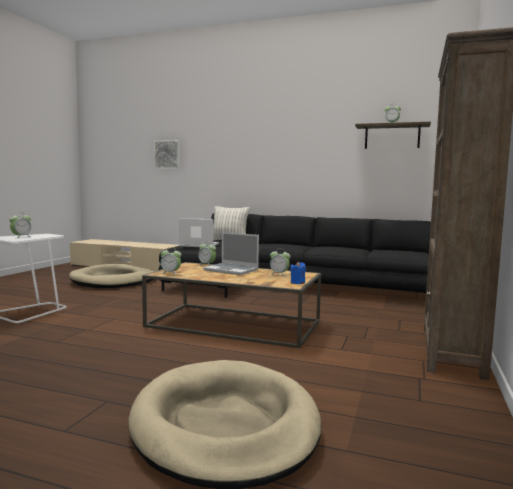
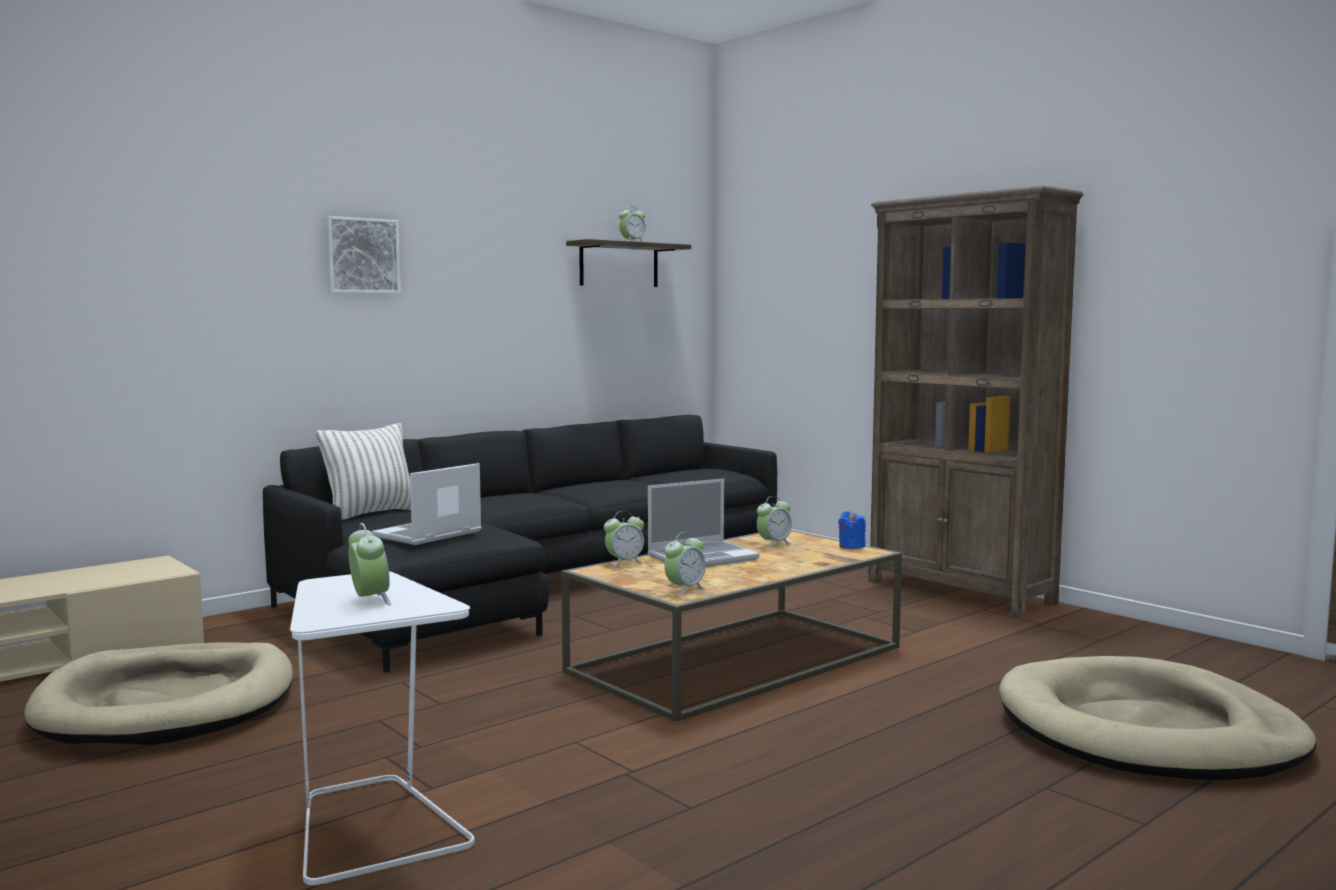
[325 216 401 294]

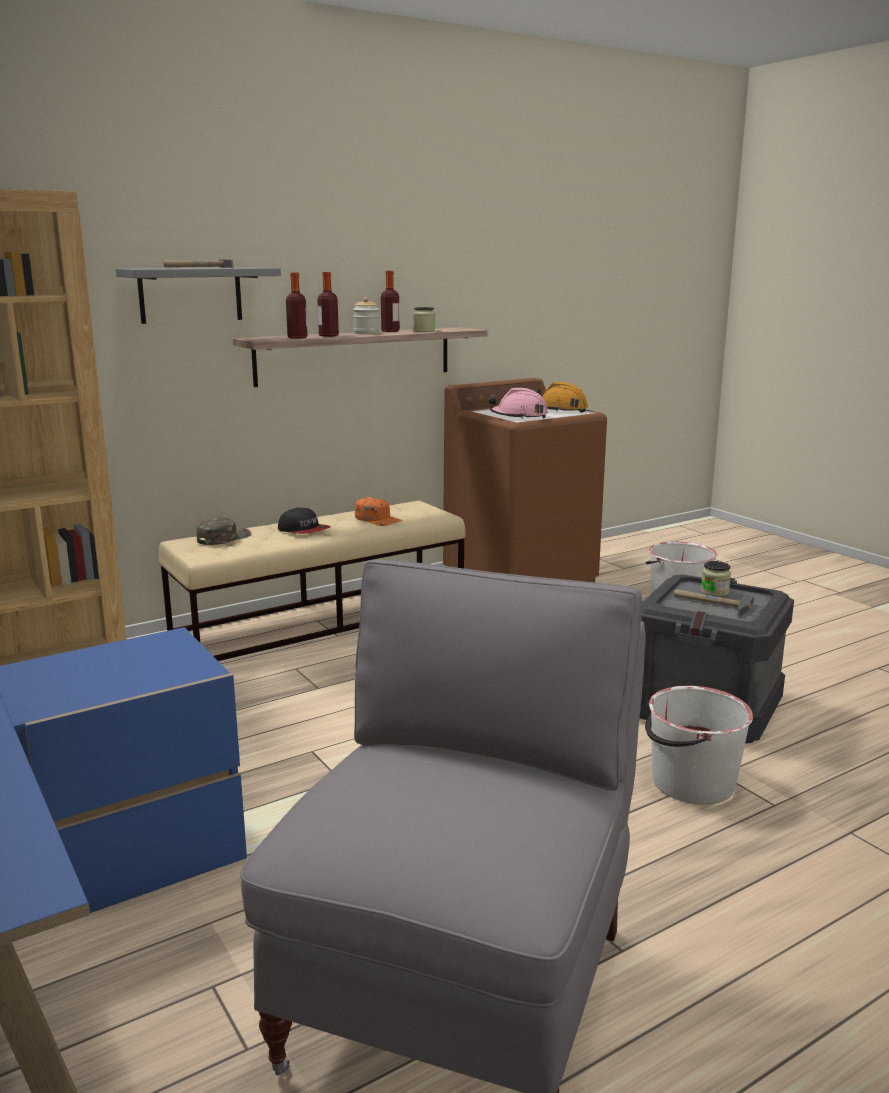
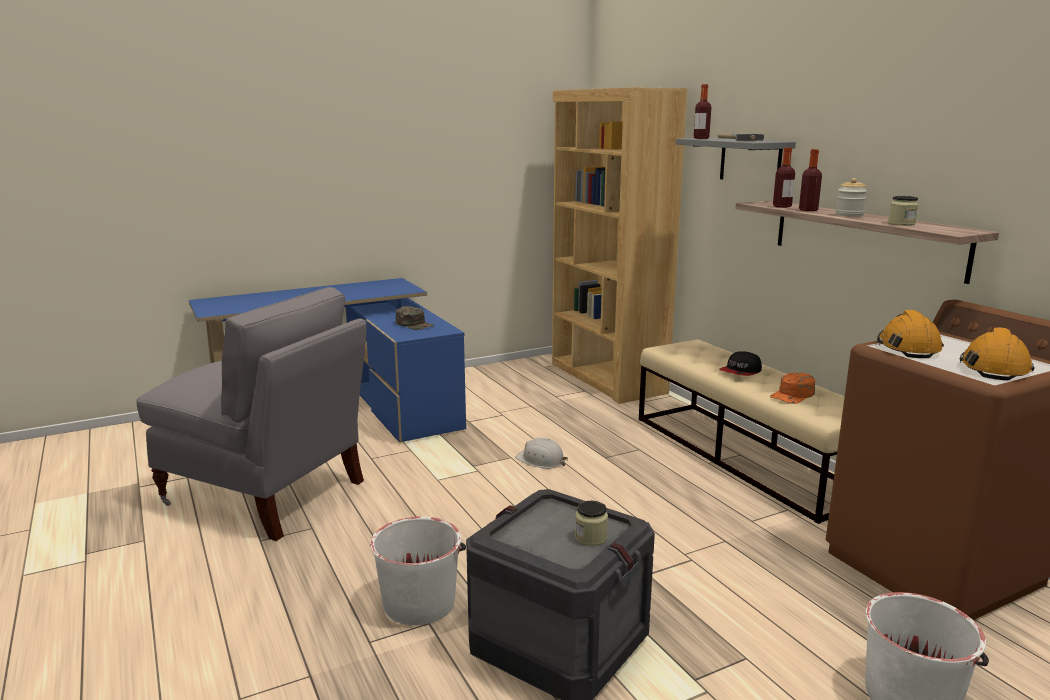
[673 589 754 617] (first image)
[515 438 568 469]
[395 306 435 330]
[694 84 711 139]
[877 310 944 358]

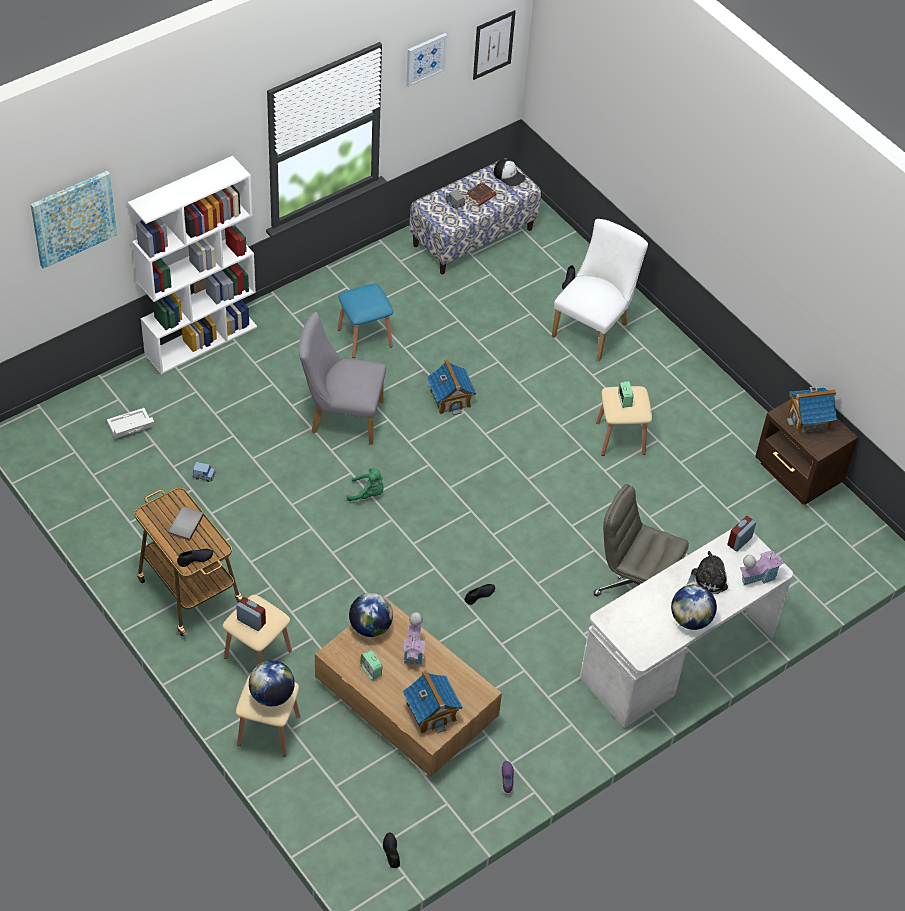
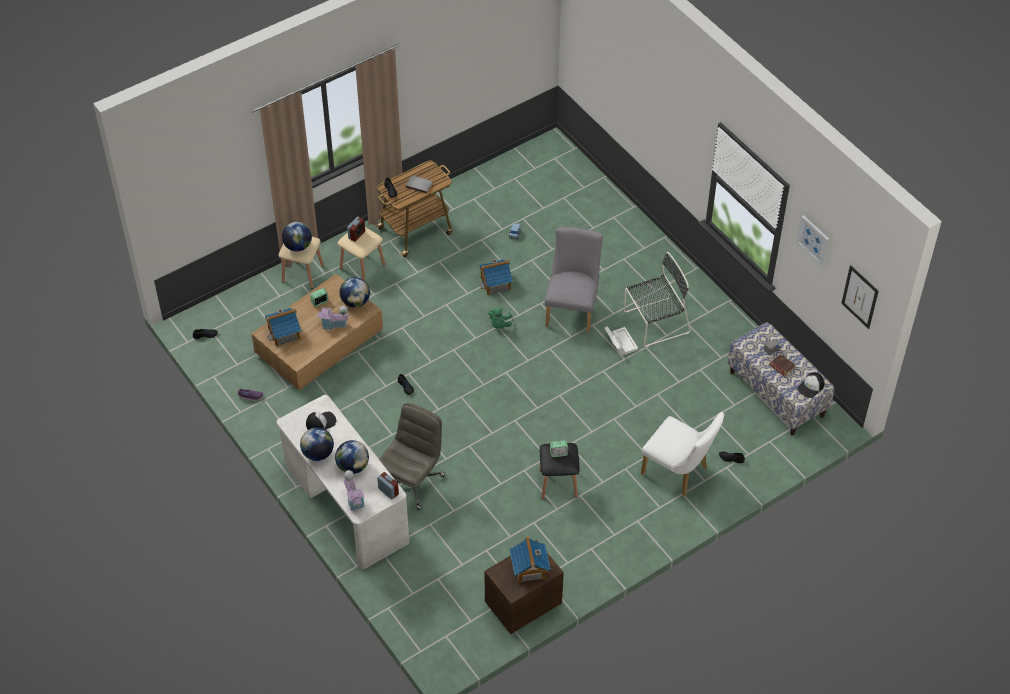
[31 171 117 269] (first image)
[128 156 257 374] (first image)
[306 412 336 430]
[605 326 638 355]
[479 259 513 295]
[624 252 691 347]
[335 440 369 474]
[539 443 579 499]

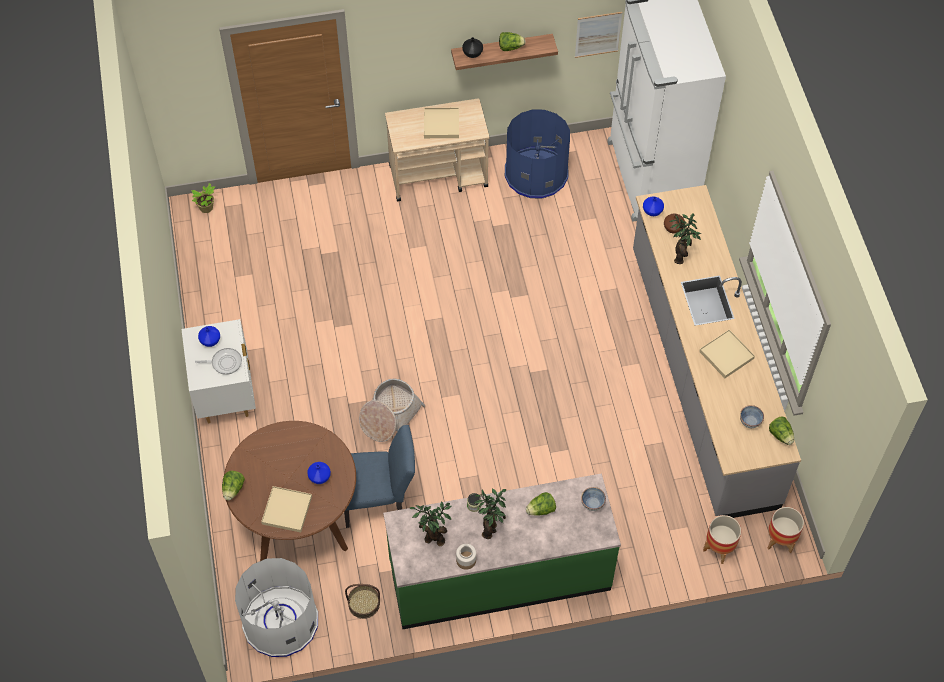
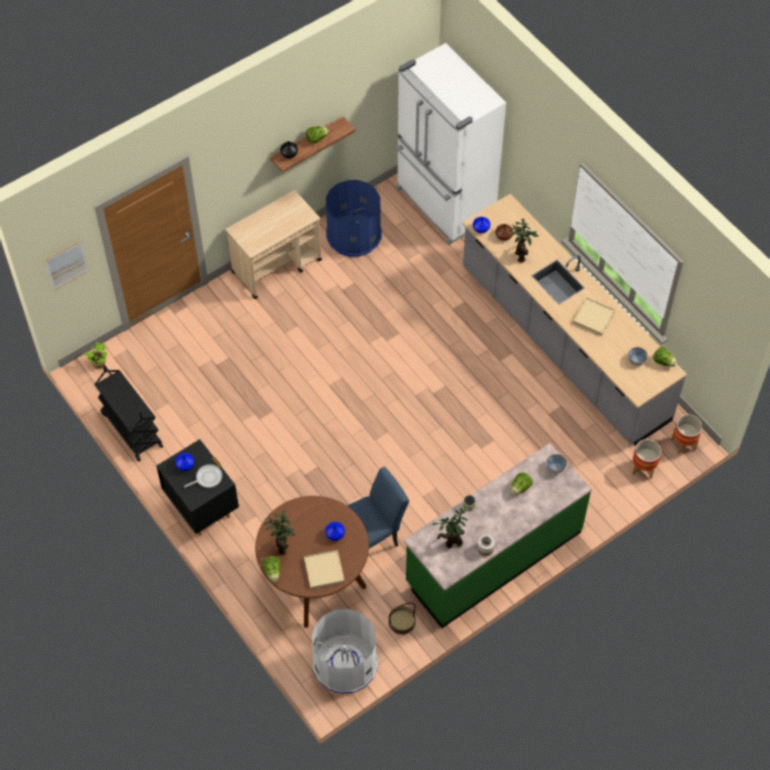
[359 379 425 442] (first image)
[424 108 459 138] (first image)
[94 365 163 461]
[265 510 295 555]
[45 240 89 290]
[156 439 239 536]

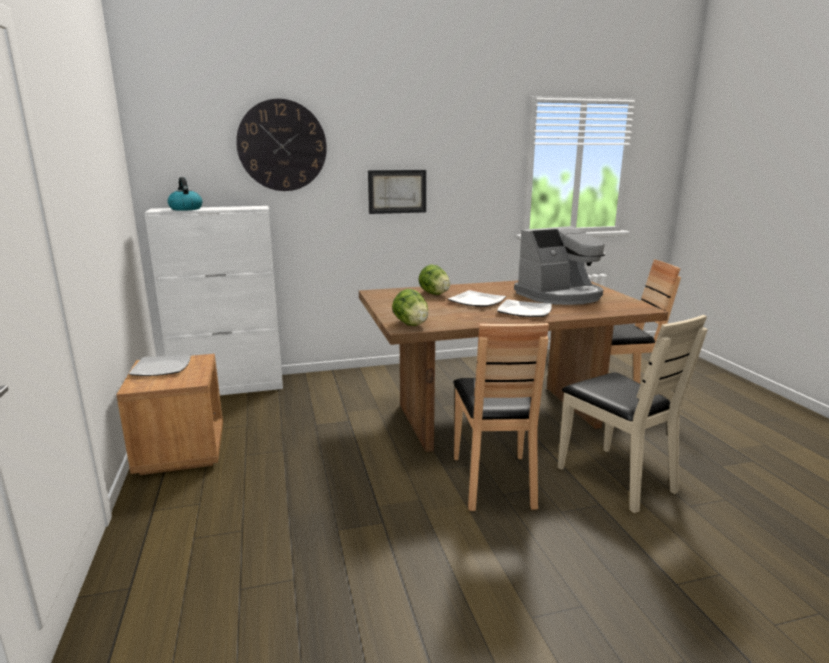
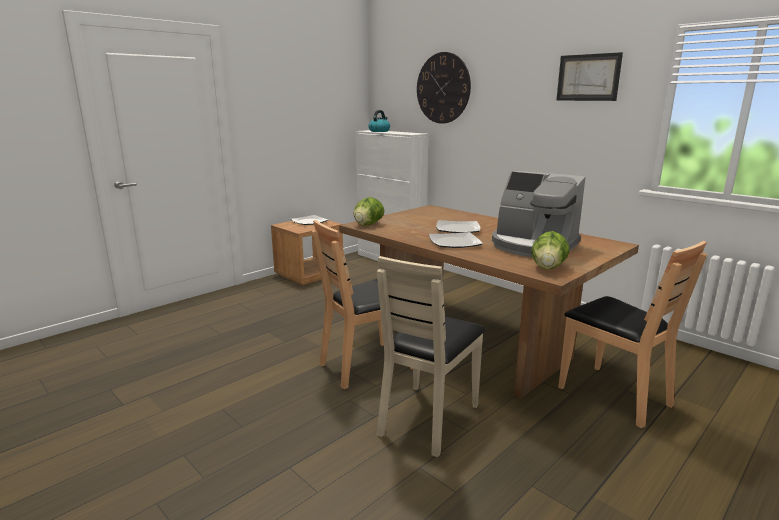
[557 52 623 101]
[531 231 569 270]

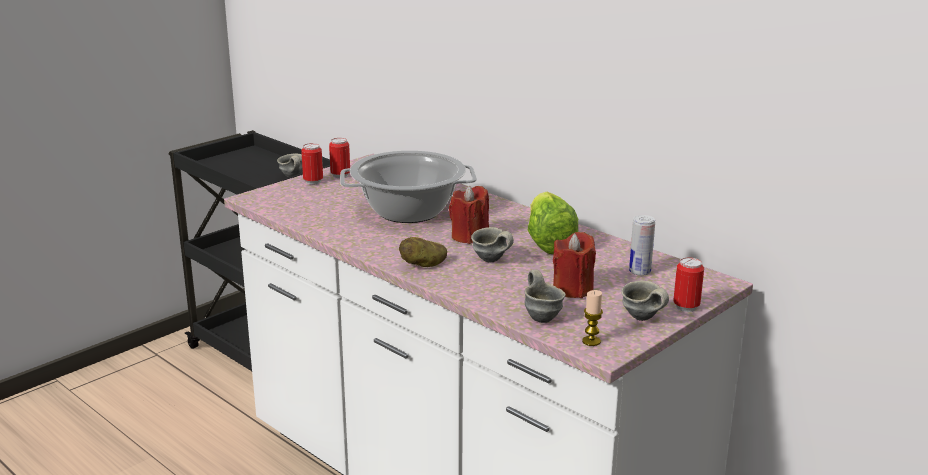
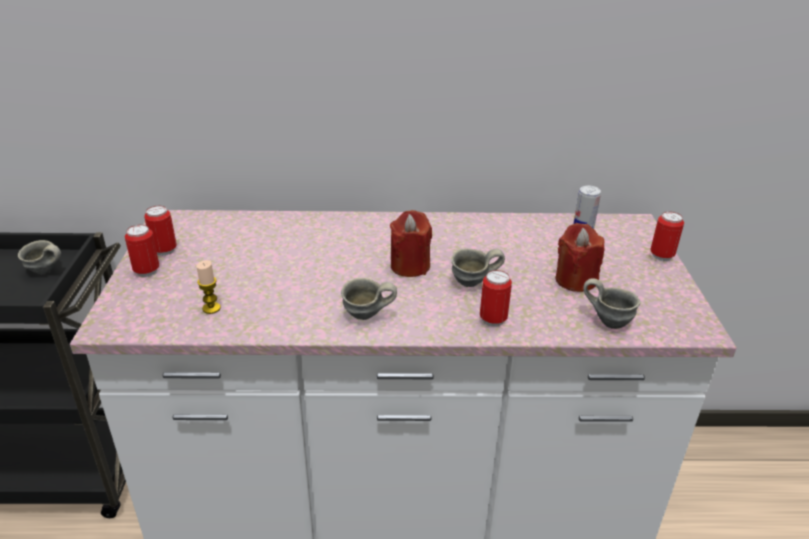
[340 150 477 223] (first image)
[399 237 447 267] (first image)
[528 192 578 254] (first image)
[480 270 512 327]
[197 260 221 314]
[341 278 397 320]

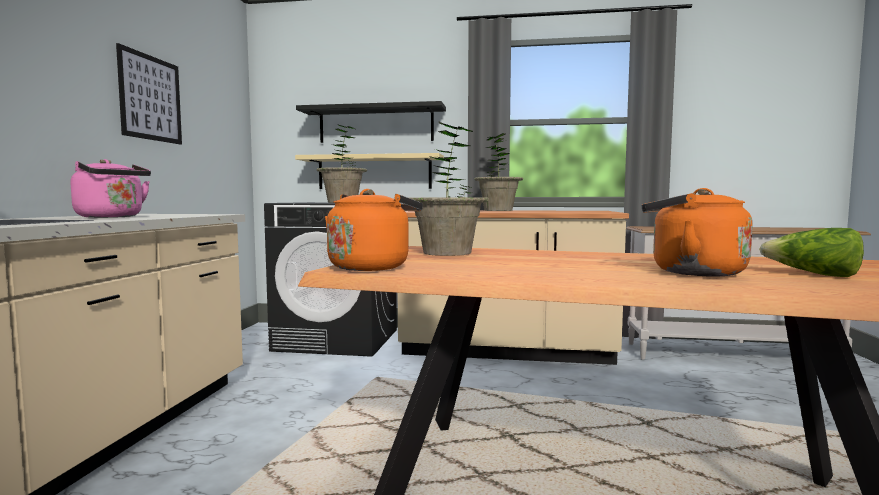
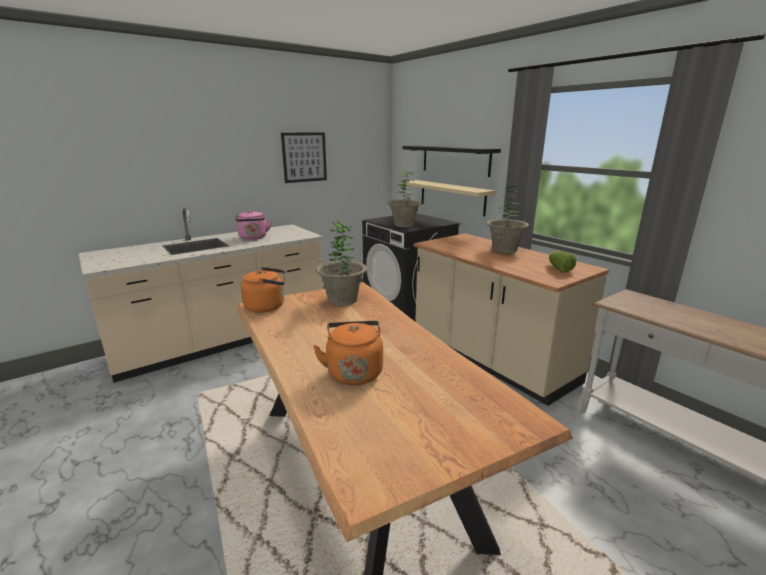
[549 251 576 272]

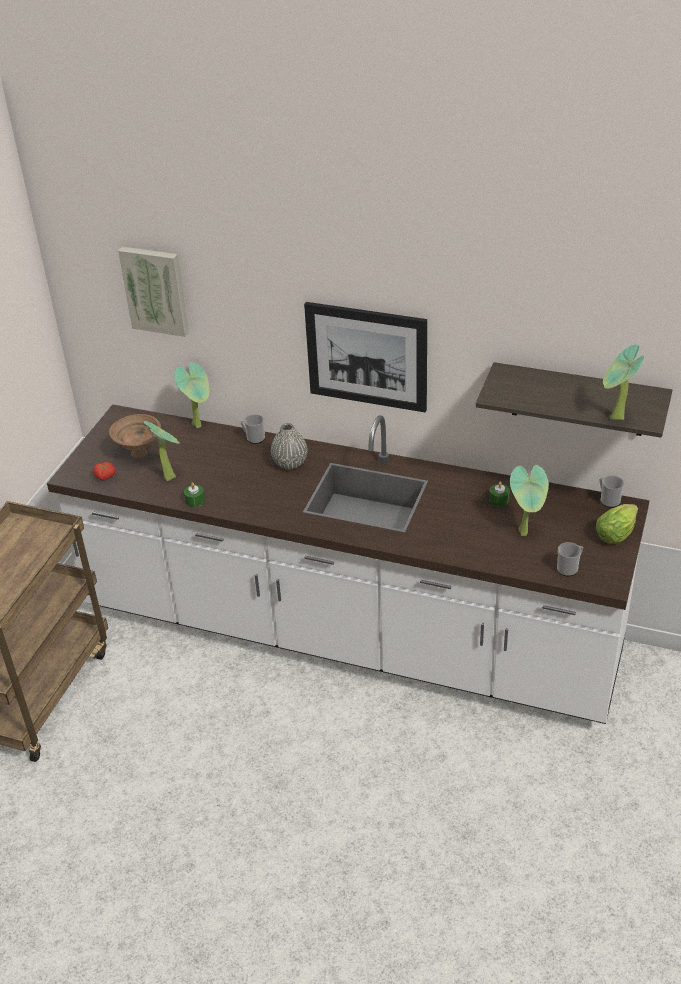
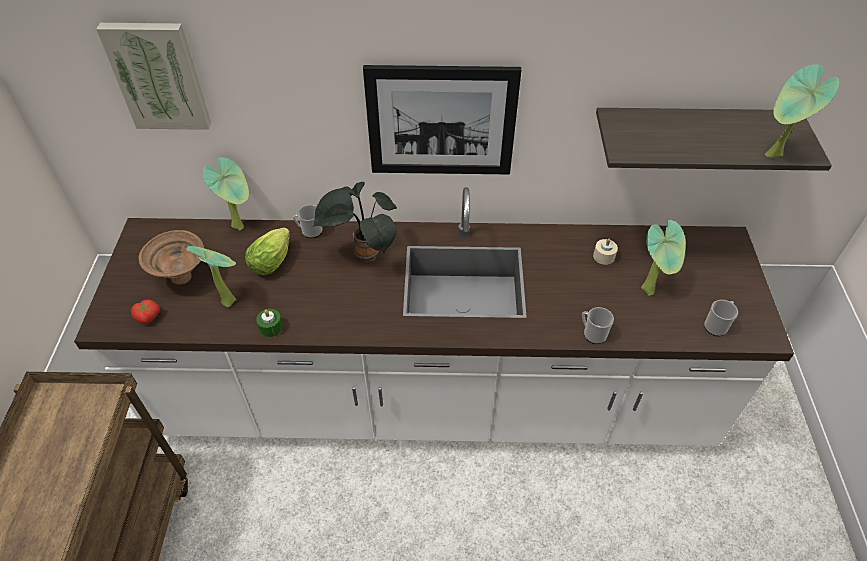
[245 227 290 275]
[582 307 614 344]
[314 182 397 262]
[593 239 618 265]

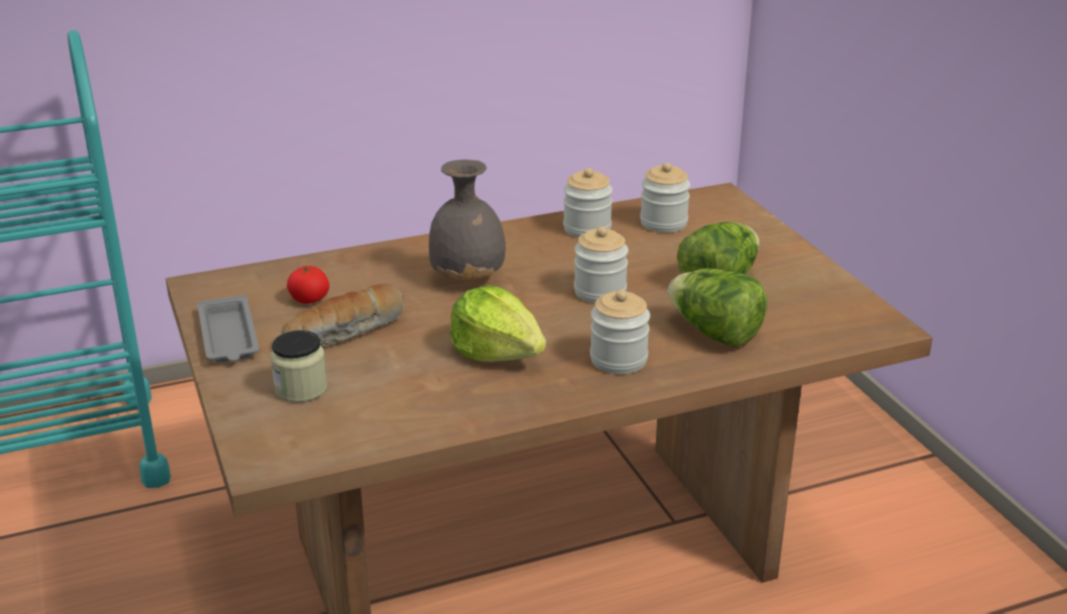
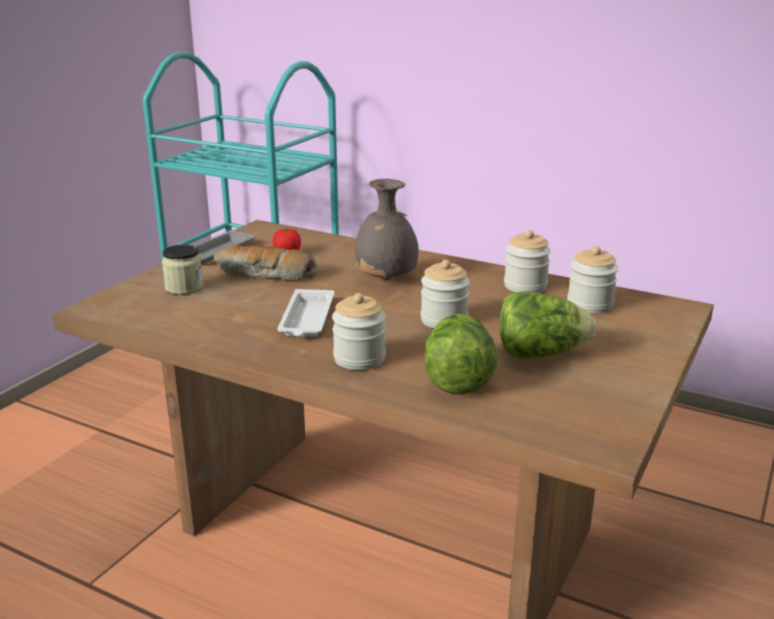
[277 289 334 337]

